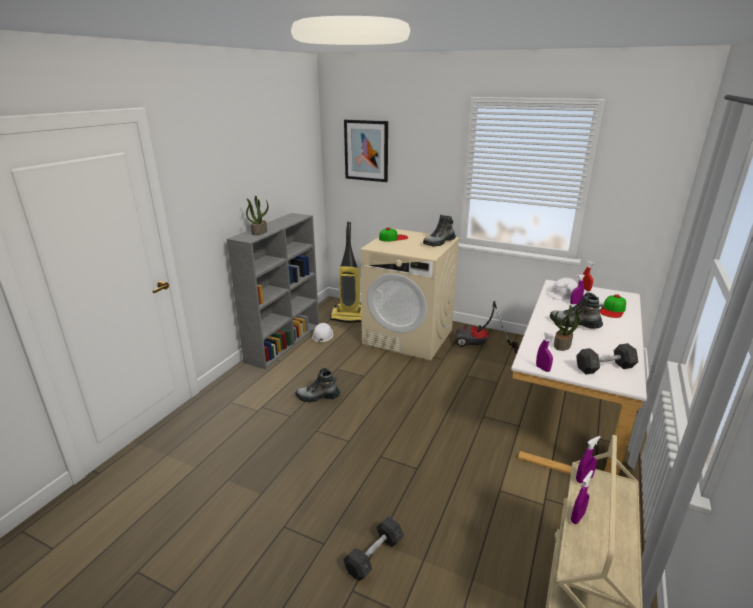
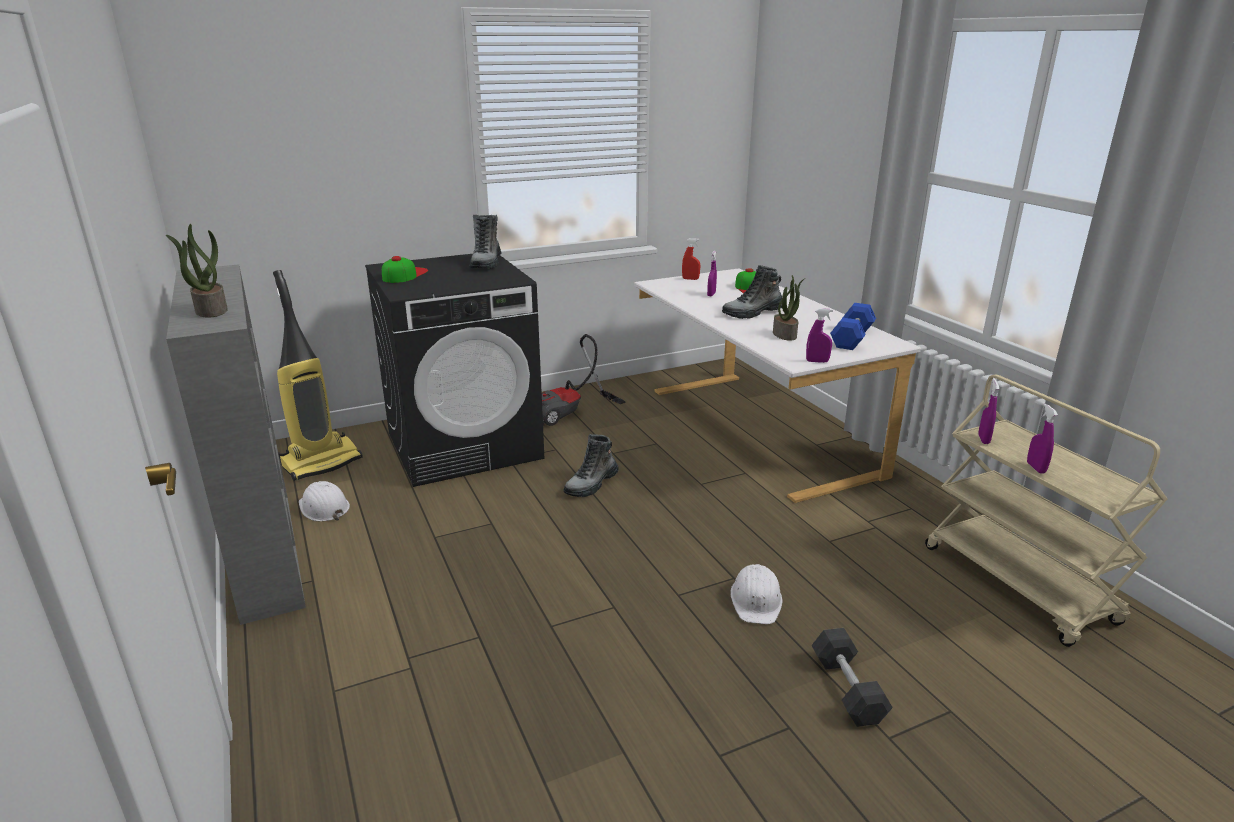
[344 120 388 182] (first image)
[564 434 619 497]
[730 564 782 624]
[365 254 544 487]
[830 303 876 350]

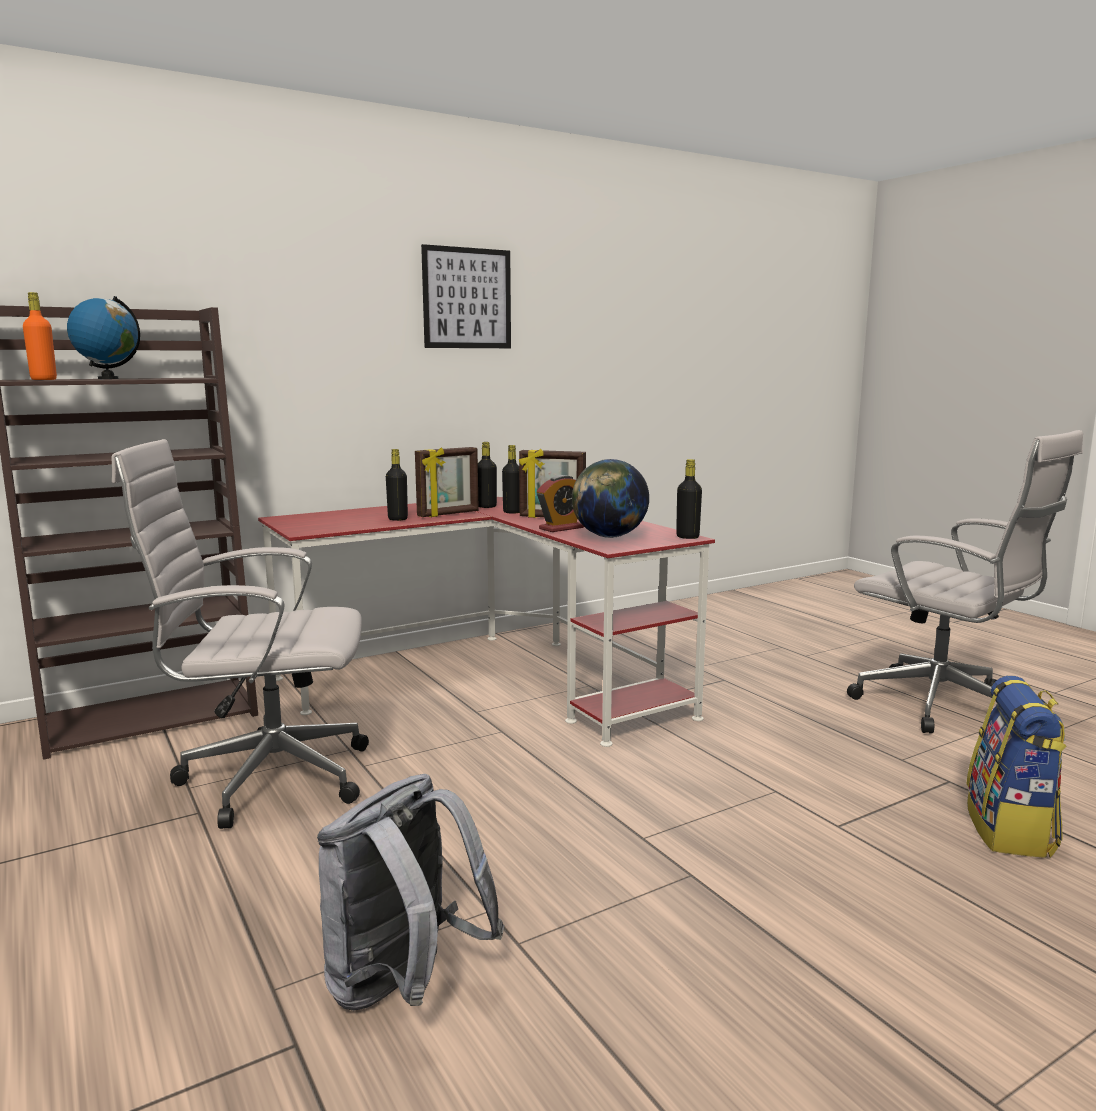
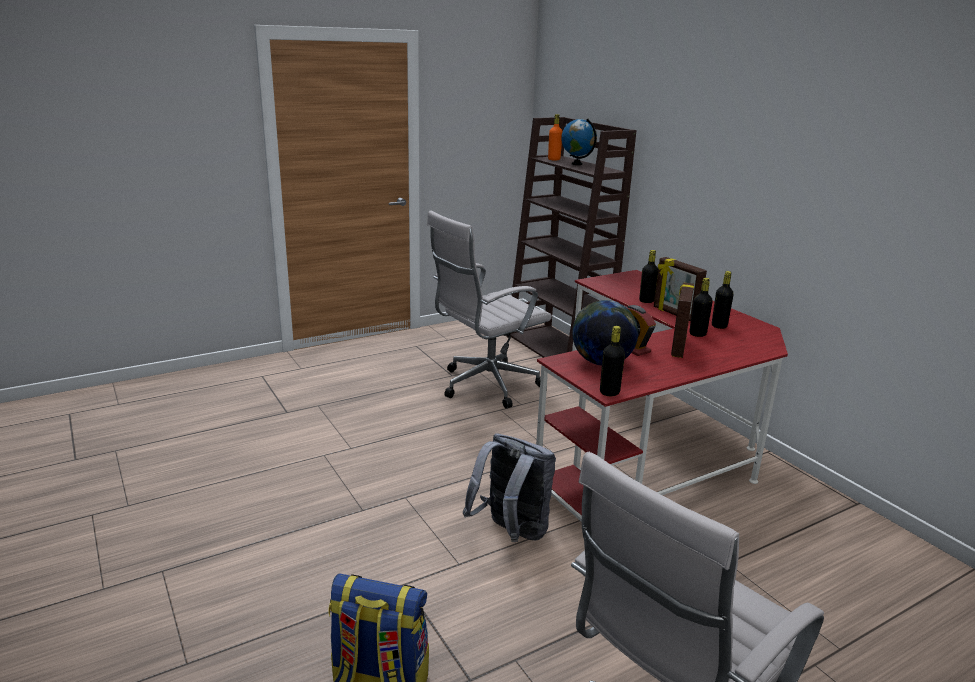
[421 244 511 348] (first image)
[463 433 556 542]
[427 210 552 409]

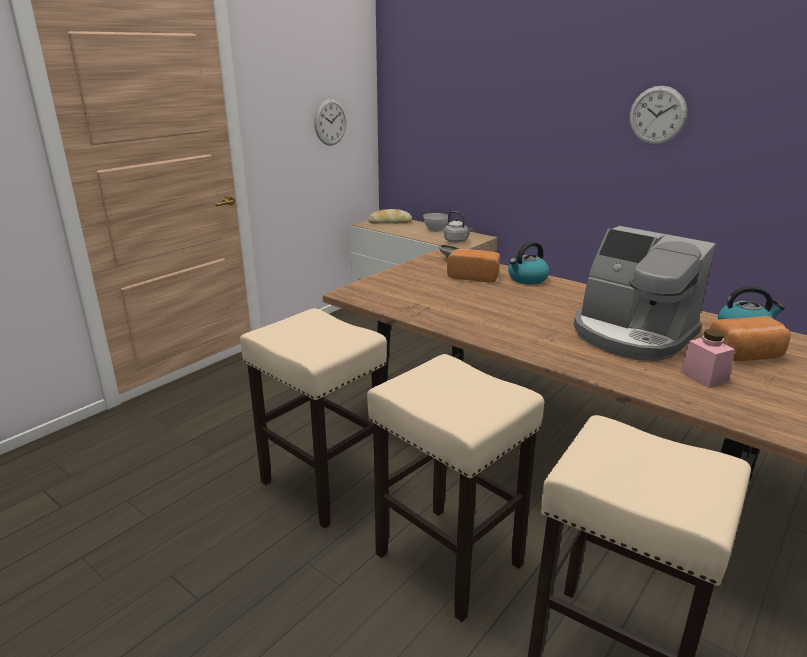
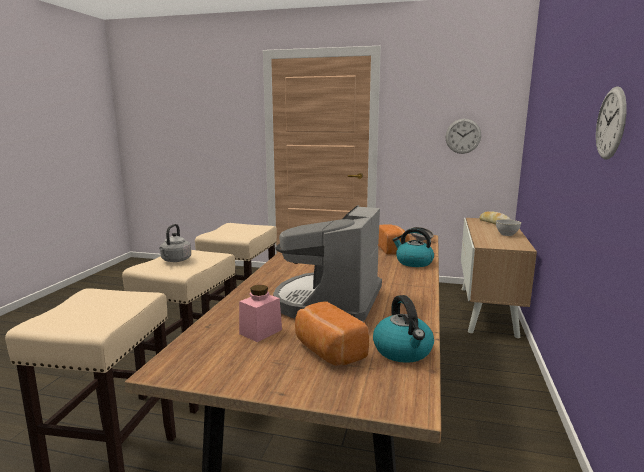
[159 224 191 262]

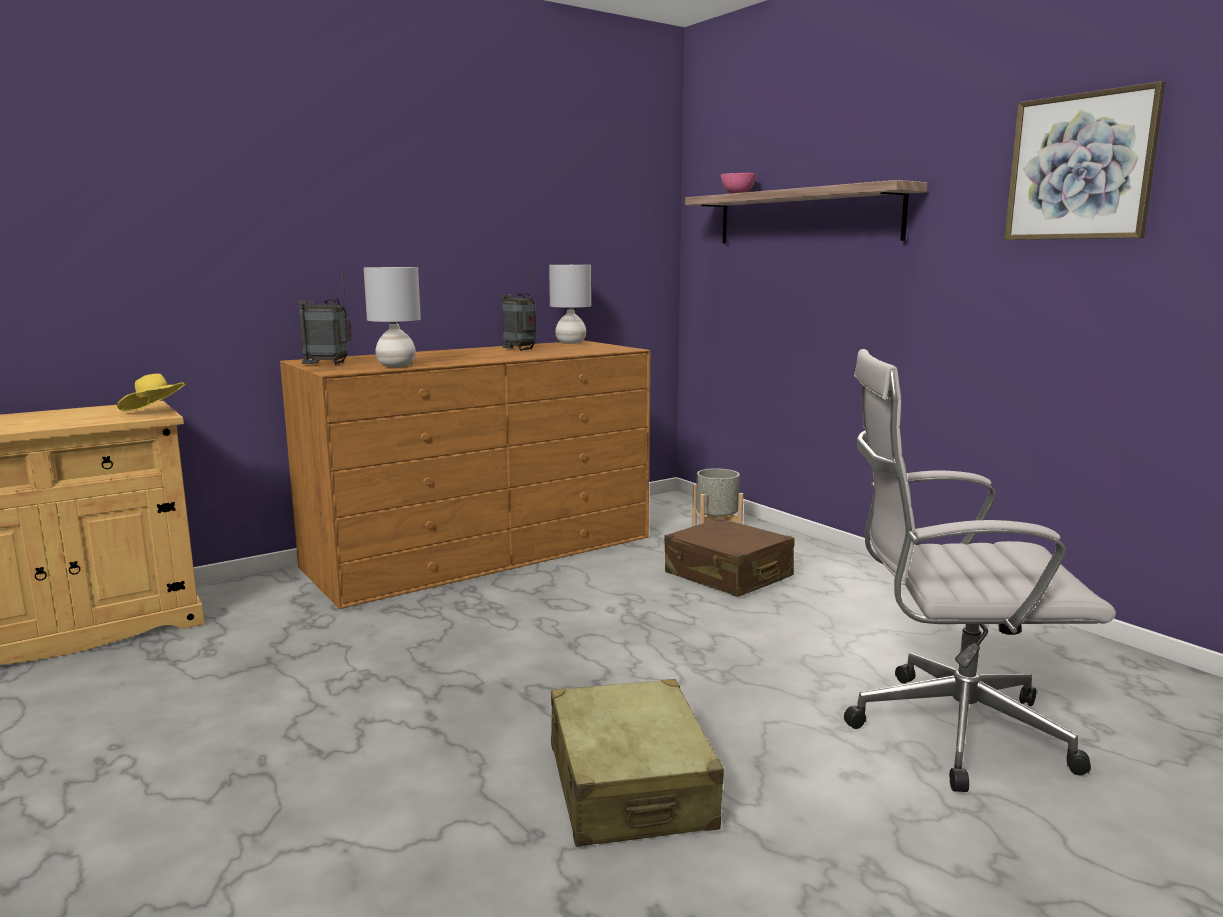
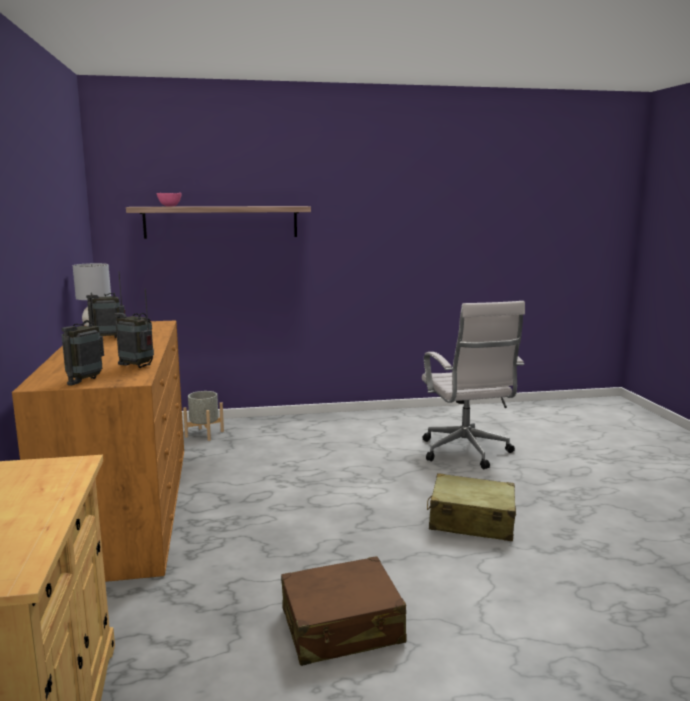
[117 373 186 411] (first image)
[1004 81 1165 240] (first image)
[281 556 407 666]
[114 288 154 368]
[422 301 525 469]

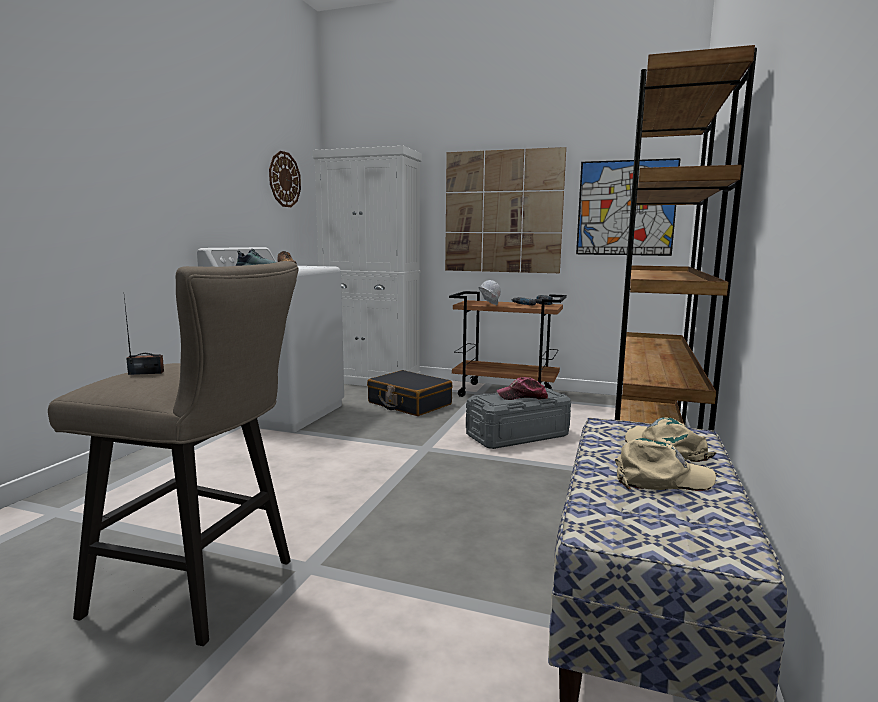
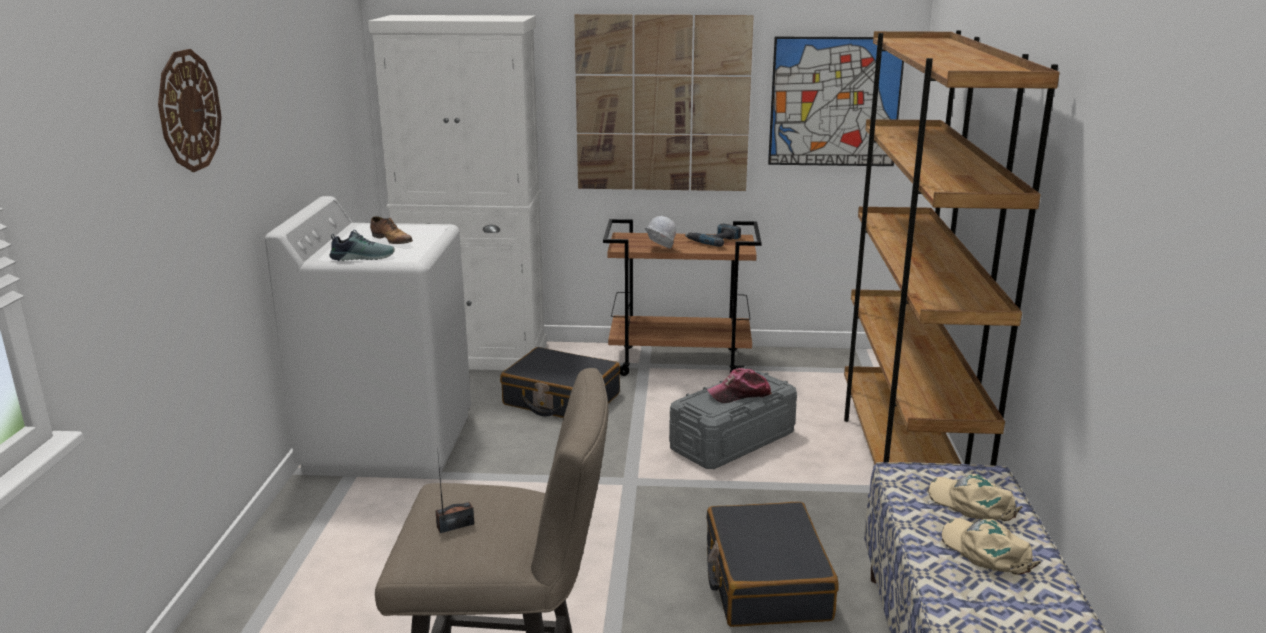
[706 502 838 627]
[158 49 222 172]
[942 518 1041 575]

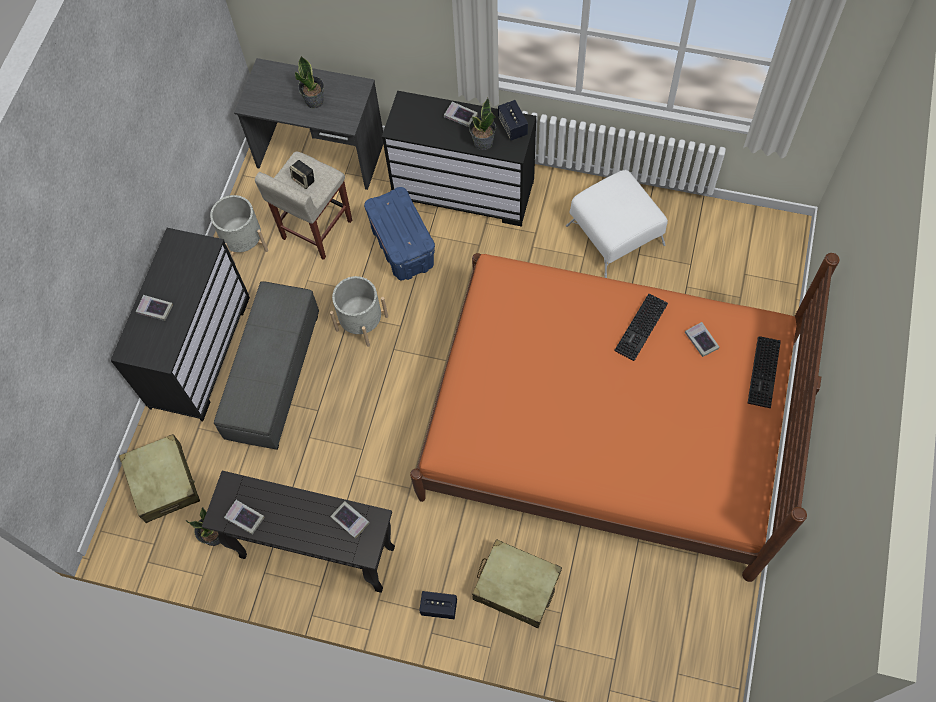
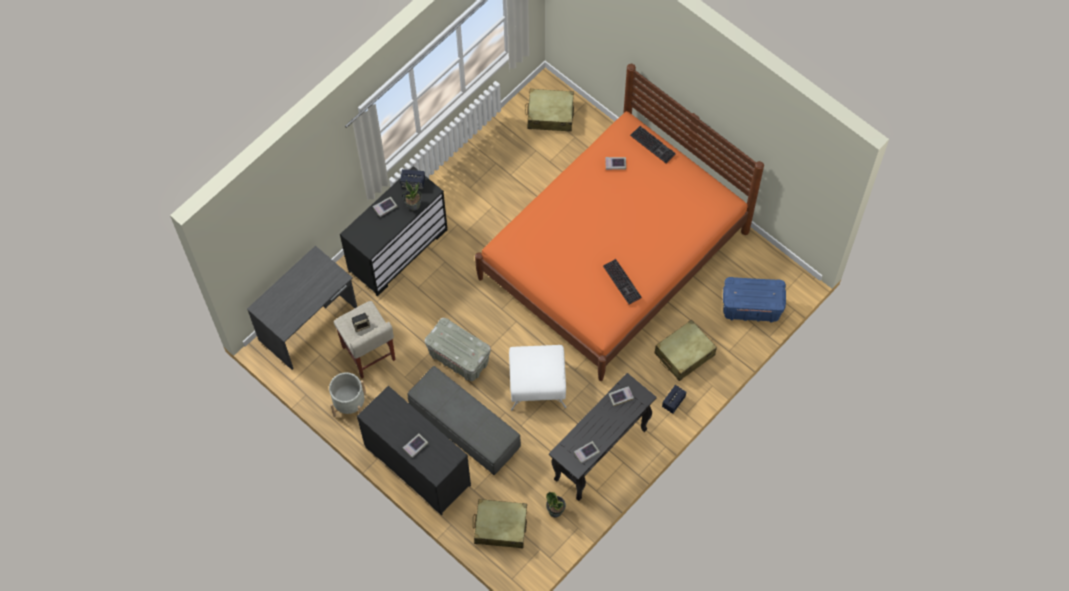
[295 56 324 108] (first image)
[525 89 574 132]
[723 277 786 323]
[509 345 567 410]
[603 259 642 305]
[425 318 491 381]

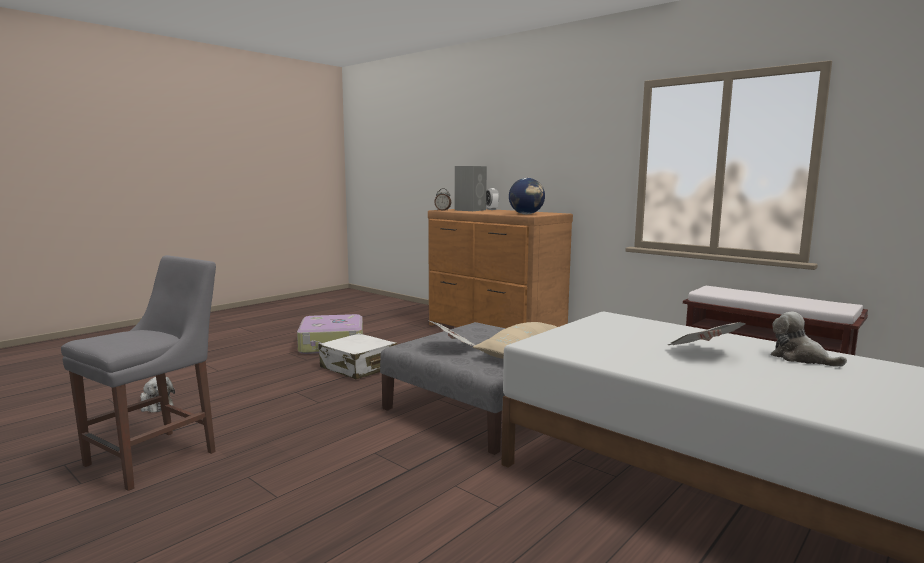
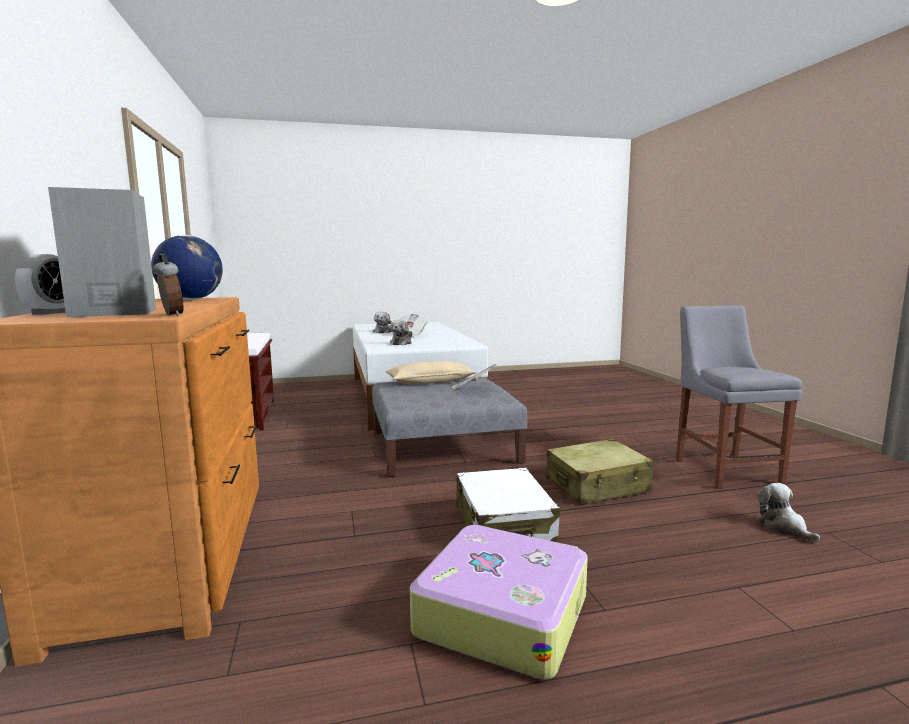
[390 319 413 345]
[546 439 653 505]
[676 305 802 489]

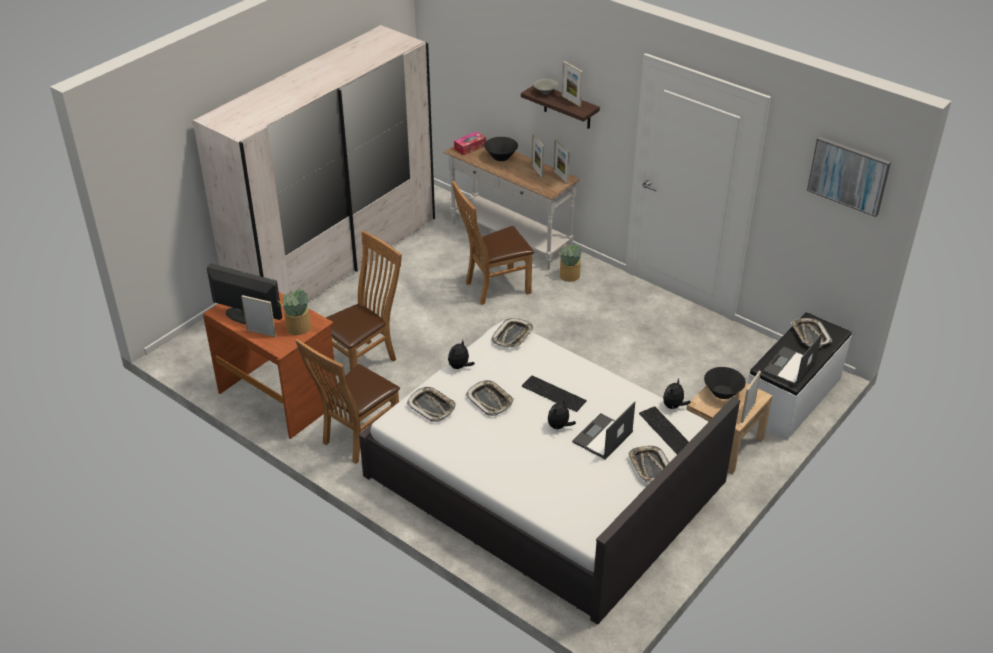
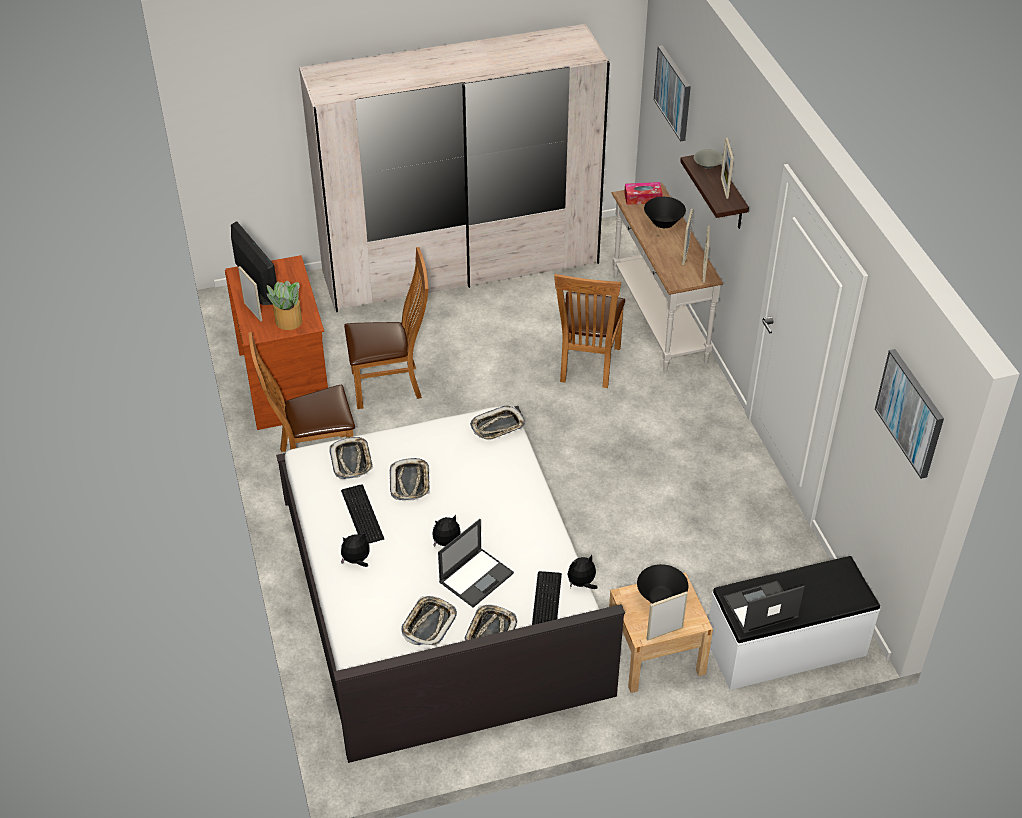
[557 244 582 282] (first image)
[654 45 691 141]
[341 533 370 567]
[341 485 384 544]
[401 596 457 646]
[554 274 625 388]
[438 519 514 608]

